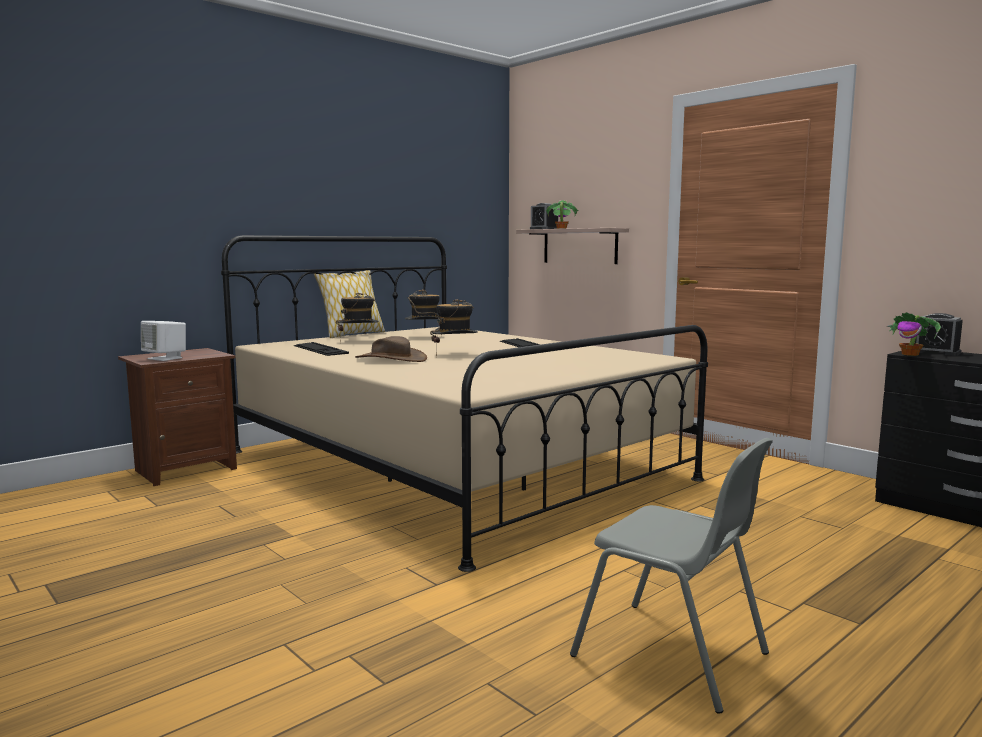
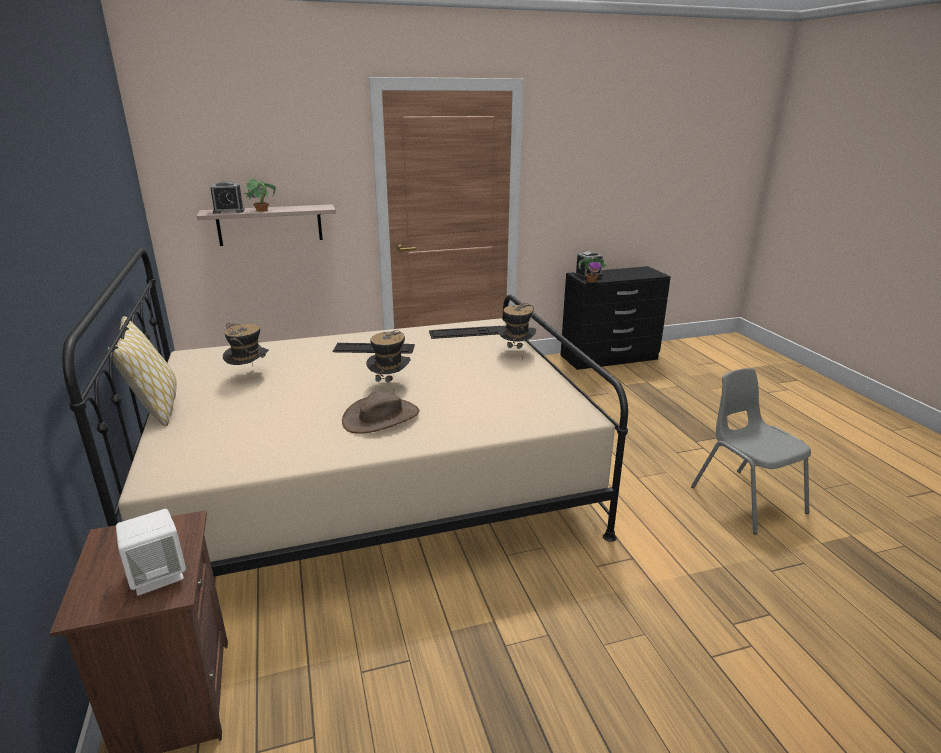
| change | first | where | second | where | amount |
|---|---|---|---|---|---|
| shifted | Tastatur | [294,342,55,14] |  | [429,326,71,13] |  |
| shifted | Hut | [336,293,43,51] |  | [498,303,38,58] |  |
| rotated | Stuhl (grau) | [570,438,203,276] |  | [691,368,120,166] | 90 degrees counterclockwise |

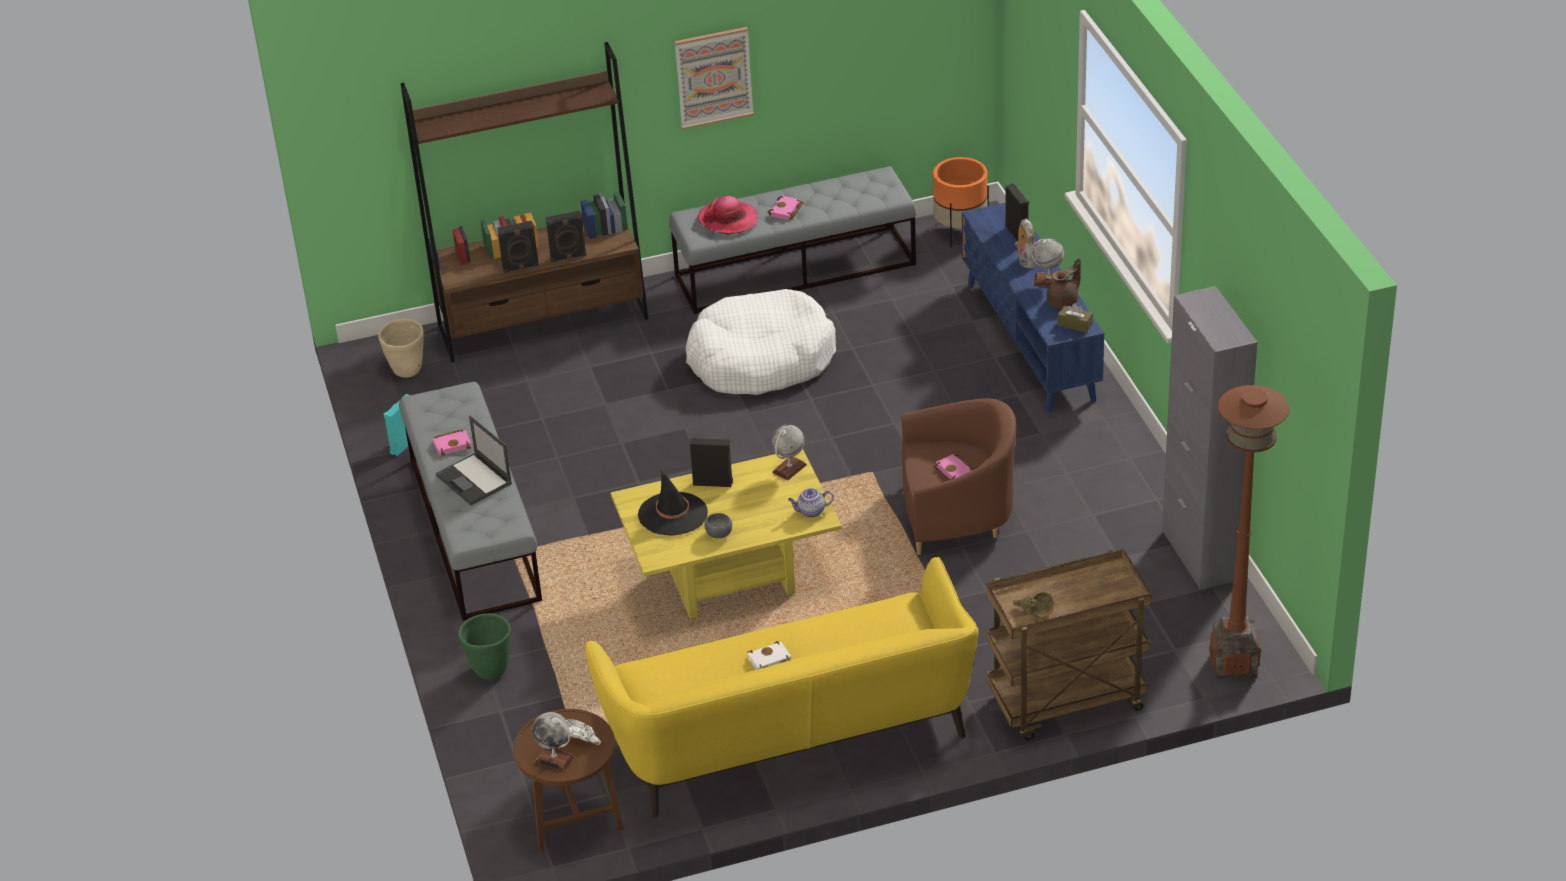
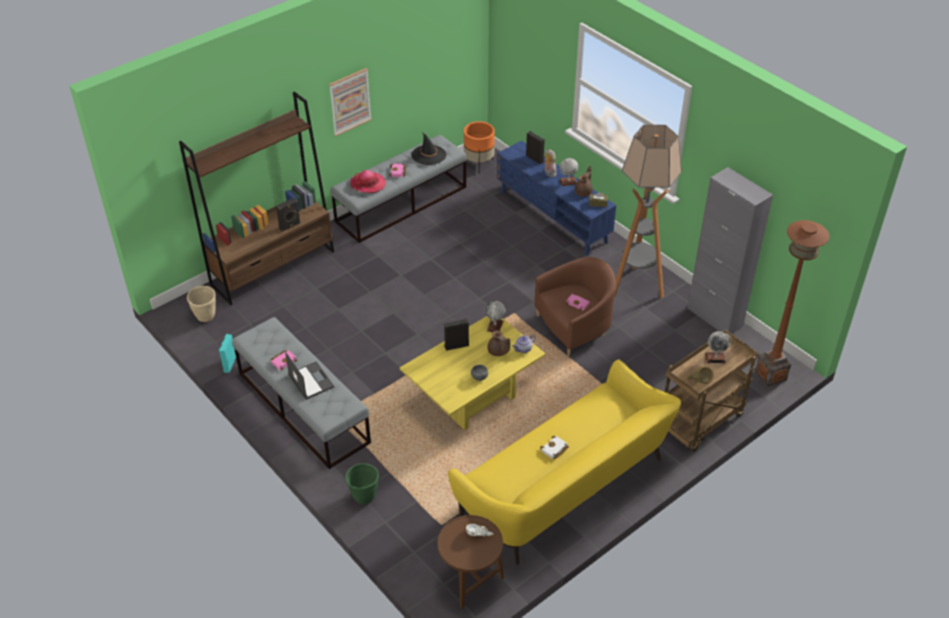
| change | first | where | second | where | amount |
|---|---|---|---|---|---|
| gone | Lautsprecher (schwarz) | [497,221,42,52] |  |  |  |
| gone | Hundebett (weiß) | [686,289,150,106] |  |  |  |
| new |  |  | Teekanne (braun) | [487,331,23,25] |  |
| new |  |  | Stehlampe | [614,125,68,174] |  |
| shifted | Globus | [532,712,43,60] |  | [705,331,27,32] |  |
| shifted | Hut (schwarz) | [638,469,70,67] |  | [411,132,35,33] |  |
| rotated | Laptop | [435,416,77,90] |  | [285,352,49,48] | 150 degrees counterclockwise |

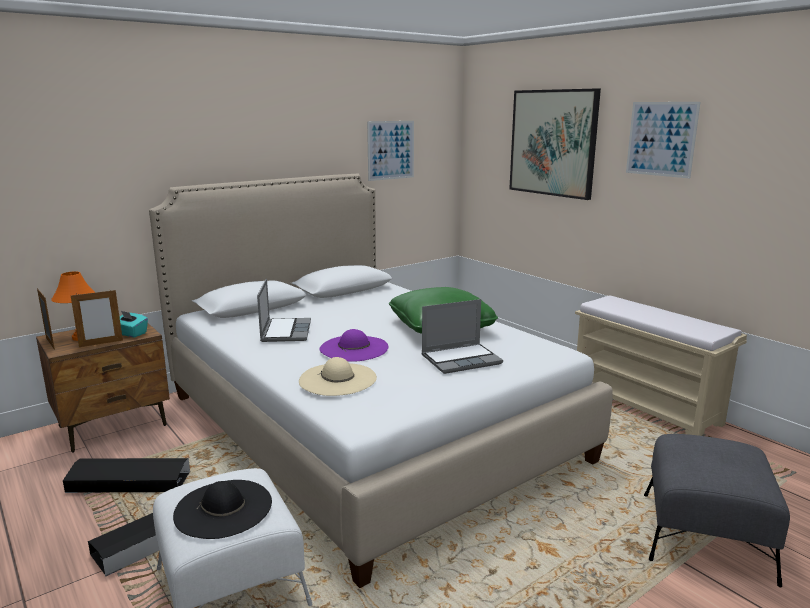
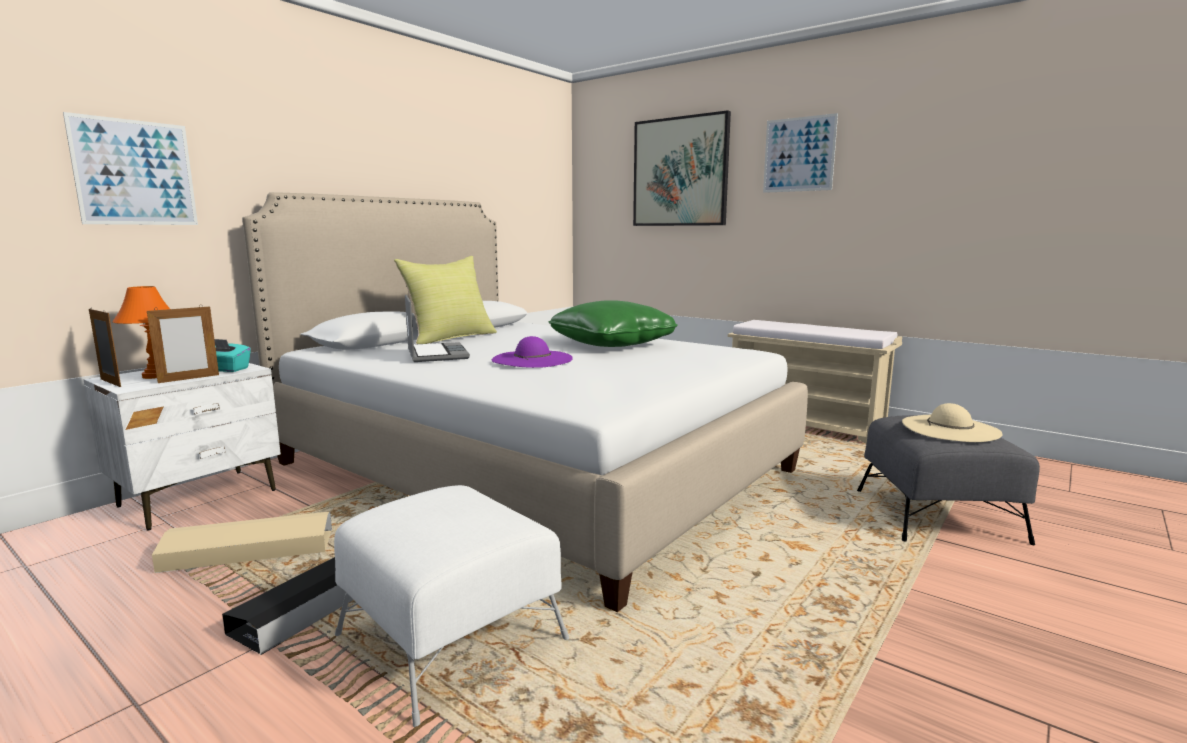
| change | first | where | second | where | amount |
|---|---|---|---|---|---|
| gone | Hut (schwarz) | [173,480,99,59] |  |  |  |
| gone | Laptop | [421,299,82,75] |  |  |  |
| new |  |  | Kissen (gelb) | [394,256,103,88] |  |
| shifted | Hut (beige) | [299,357,78,39] |  | [902,403,101,39] |  |
| shifted | Bild | [367,121,47,60] |  | [63,112,135,113] |  |
| repainted | Nachttisch (braun) | [36,323,134,130] | Nachttisch (weiß) | [83,363,198,168] |  |
| repainted | Aufbewahrungsbox (schwarz) | [63,458,127,35] | Aufbewahrungsbox (beige) | [152,512,180,61] |  |

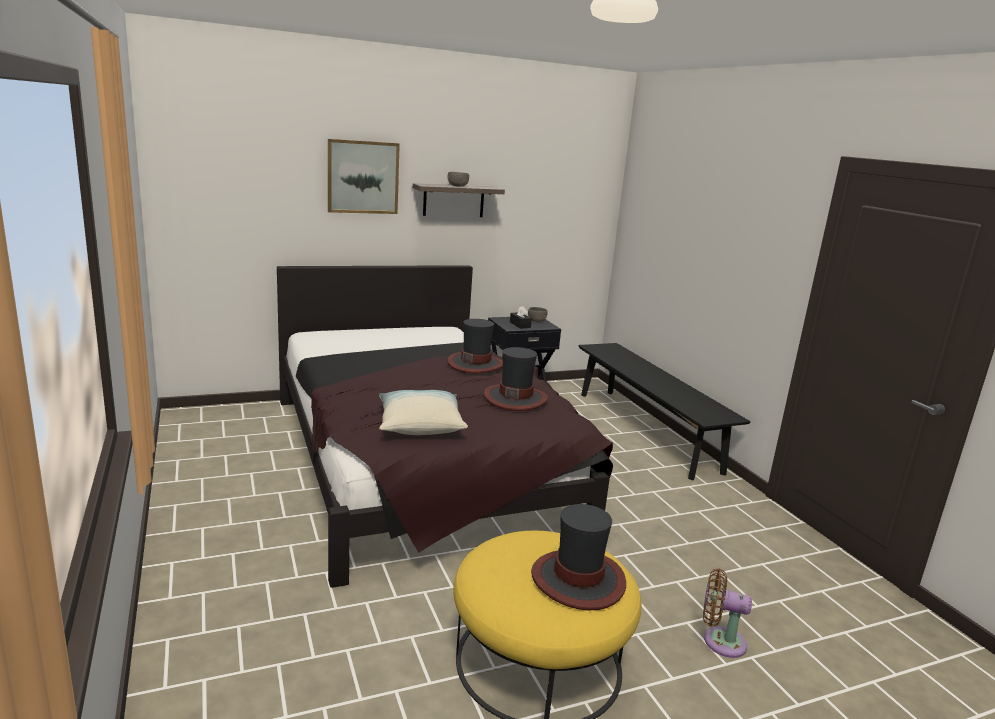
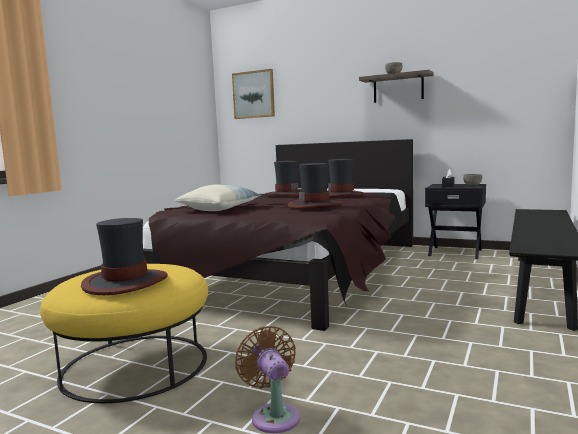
| change | first | where | second | where | amount |
|---|---|---|---|---|---|
| new |  |  | Hut | [265,161,37,35] |  |
| shifted | Bild | [328,139,72,75] |  | [232,69,43,50] |  |

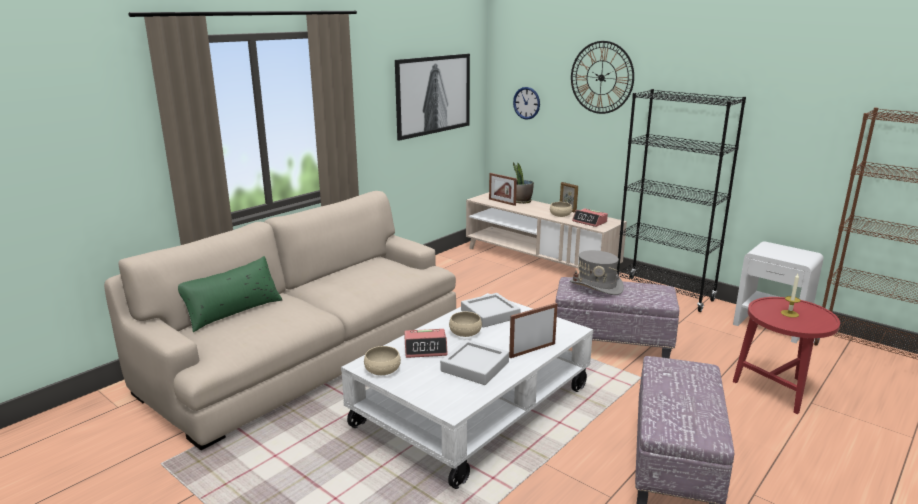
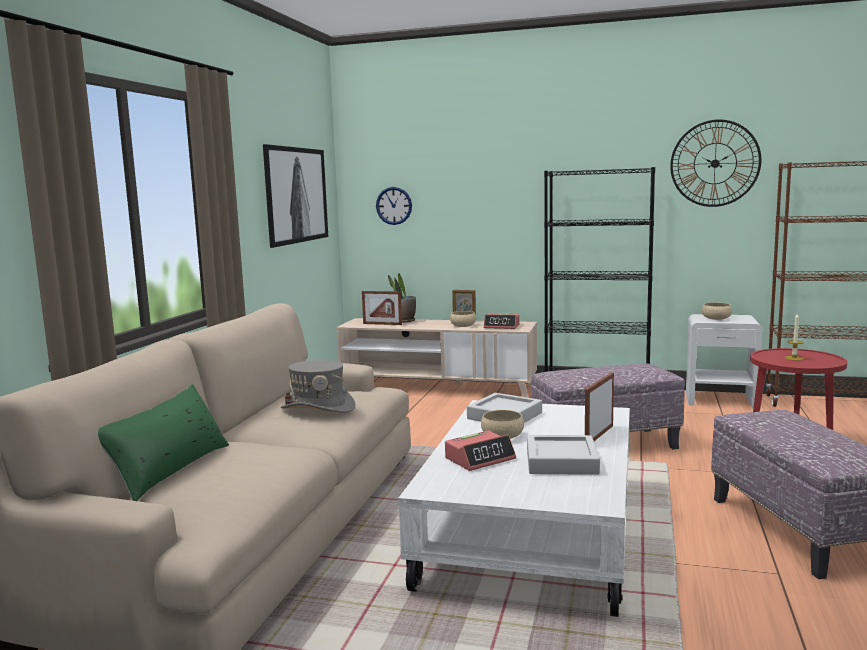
| change | first | where | second | where | amount |
|---|---|---|---|---|---|
| shifted | Schüssel (beige) | [364,346,37,29] |  | [702,302,30,18] |  |
| shifted | Hut (grau) | [570,250,54,45] |  | [281,360,74,53] |  |
| shifted | Wanduhr | [571,41,63,73] |  | [670,120,91,87] |  |

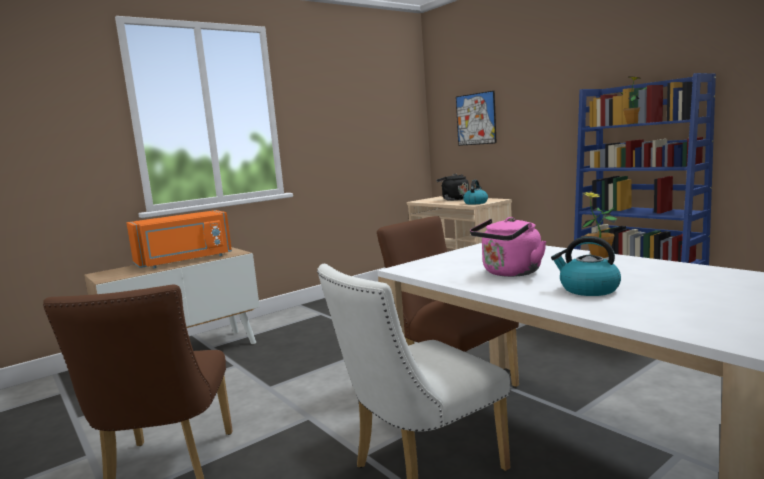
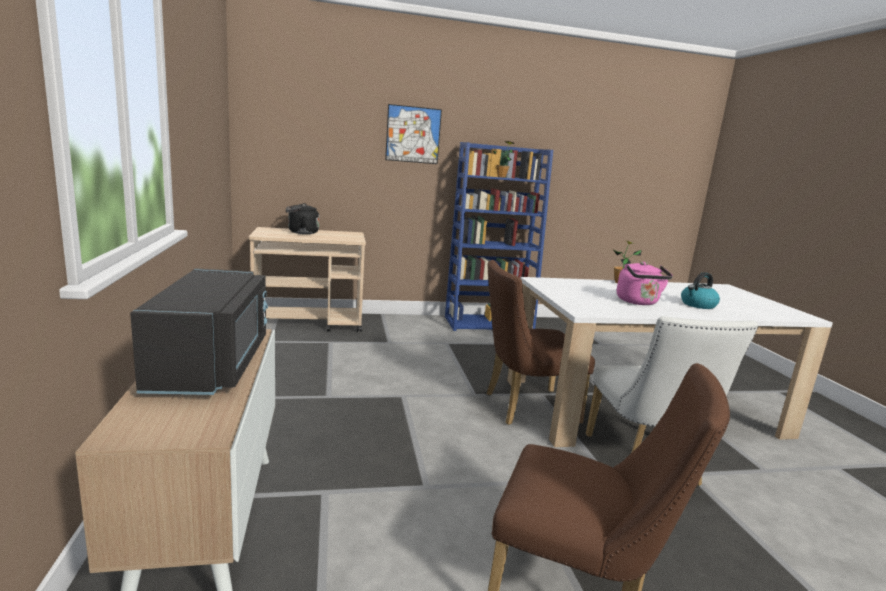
| change | first | where | second | where | amount |
|---|---|---|---|---|---|
| gone | Wasserkessel | [463,180,25,25] |  |  |  |
| shifted | Bild | [456,91,41,55] |  | [385,104,57,60] |  |
| repainted | Mikrowelle (orange) | [127,210,105,58] | Mikrowelle (schwarz) | [130,268,138,127] |  |

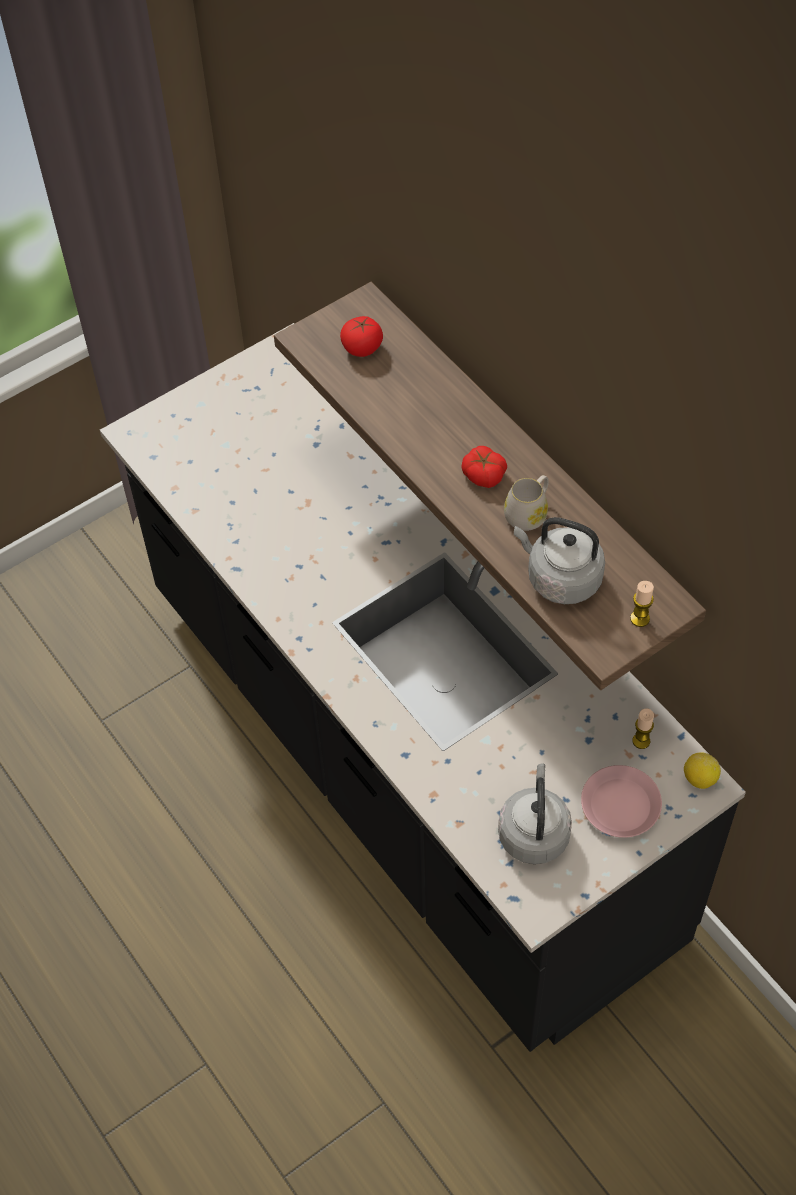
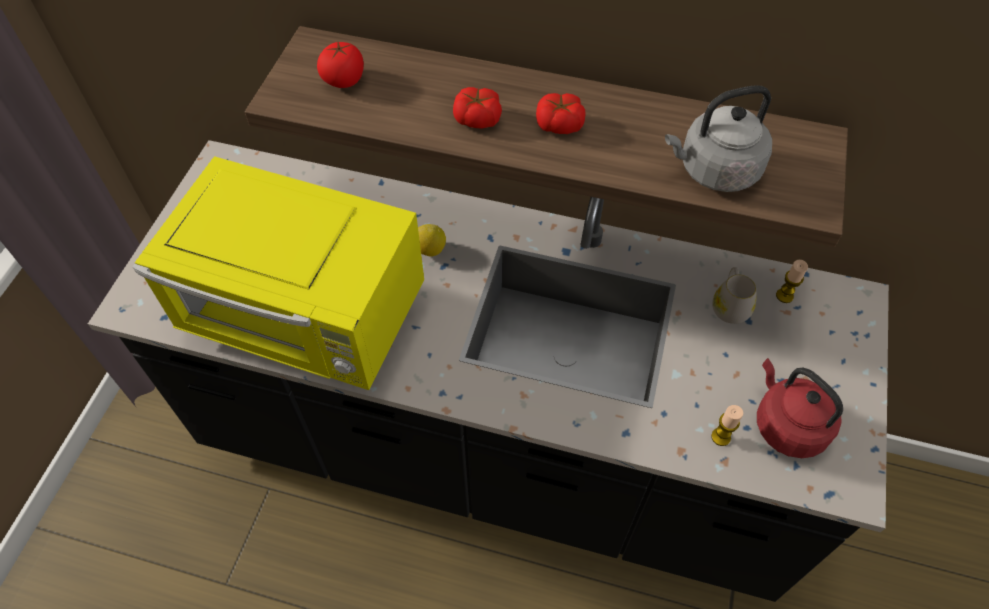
| change | first | where | second | where | amount |
|---|---|---|---|---|---|
| gone | Teller (rosa) | [581,765,81,73] |  |  |  |
| new |  |  | Mikrowelle (gelb) | [133,156,291,234] |  |
| new |  |  | Tomate | [453,87,49,42] |  |
| shifted | Henkelbecher (weiß) | [504,475,45,56] |  | [712,267,45,57] |  |
| shifted | Kerze | [630,581,24,46] |  | [711,405,33,41] |  |
| shifted | Zitrone | [684,752,37,37] |  | [418,224,28,33] |  |
| repainted | Wasserkessel (grau) | [498,763,74,101] | Wasserkessel (rot) | [757,358,86,100] |  |

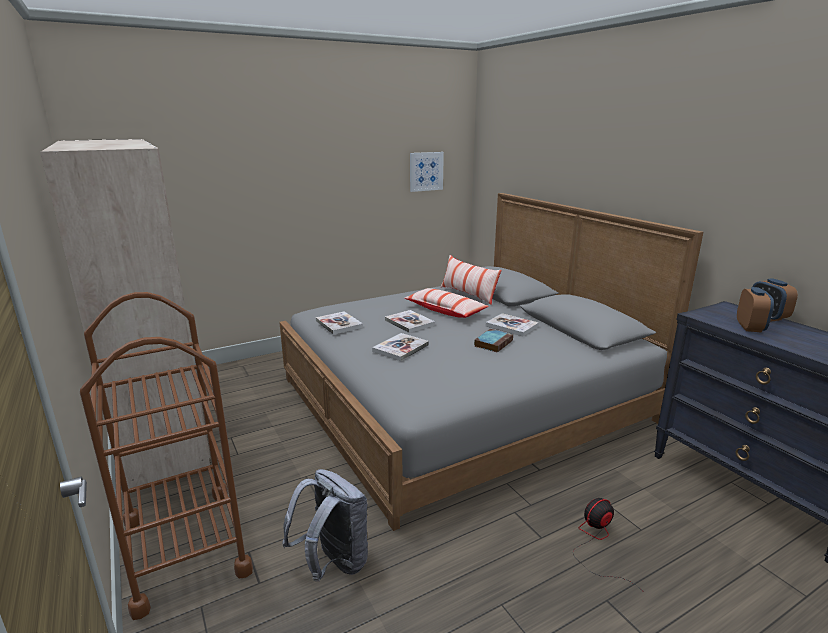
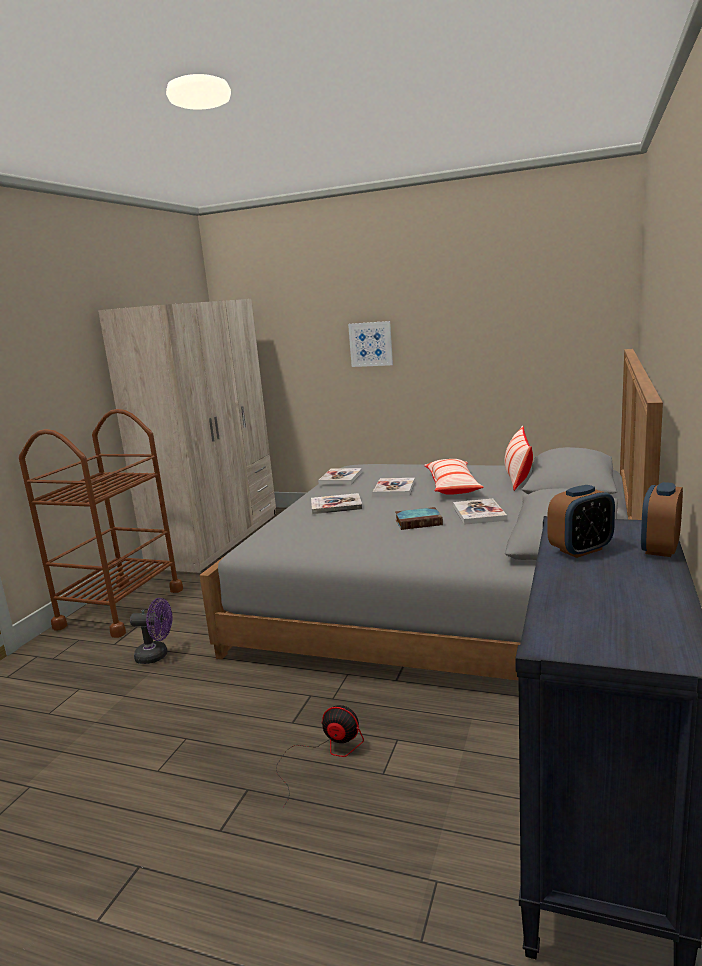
| change | first | where | second | where | amount |
|---|---|---|---|---|---|
| shifted | Bild | [410,152,34,40] |  | [348,321,45,46] |  |
| swapped | Rucksack (grau) | [282,469,86,113] | Ventilator (lila) | [130,598,42,66] |  |

